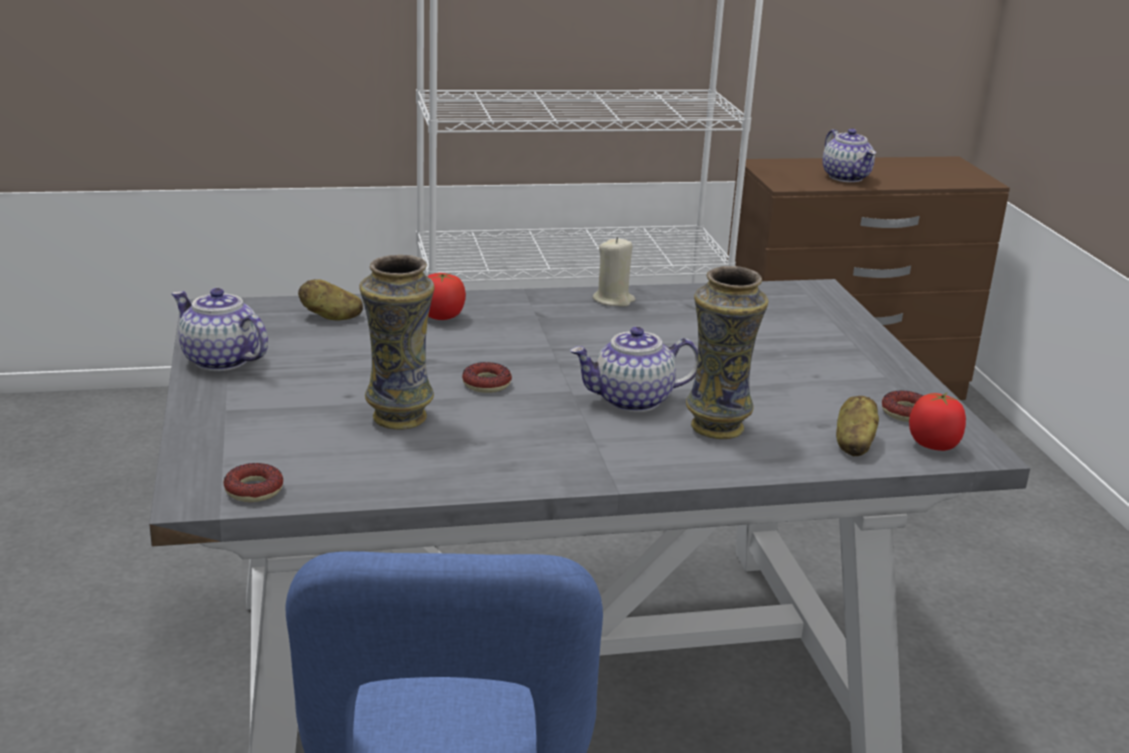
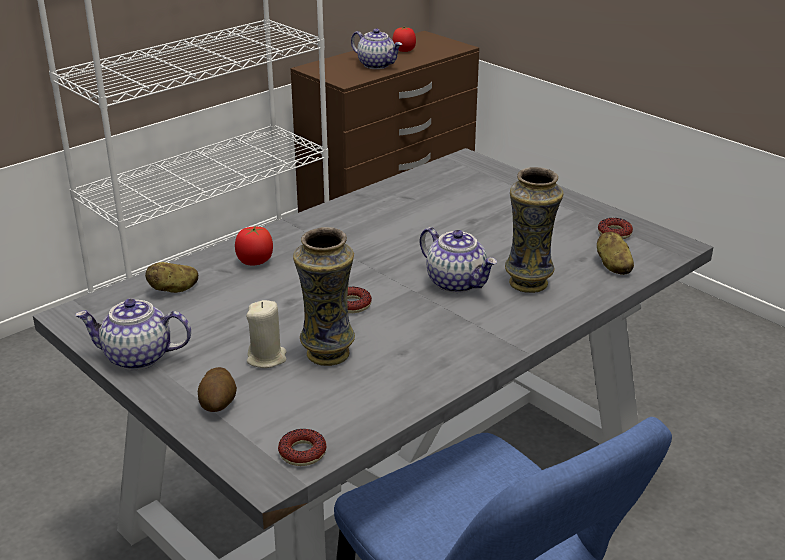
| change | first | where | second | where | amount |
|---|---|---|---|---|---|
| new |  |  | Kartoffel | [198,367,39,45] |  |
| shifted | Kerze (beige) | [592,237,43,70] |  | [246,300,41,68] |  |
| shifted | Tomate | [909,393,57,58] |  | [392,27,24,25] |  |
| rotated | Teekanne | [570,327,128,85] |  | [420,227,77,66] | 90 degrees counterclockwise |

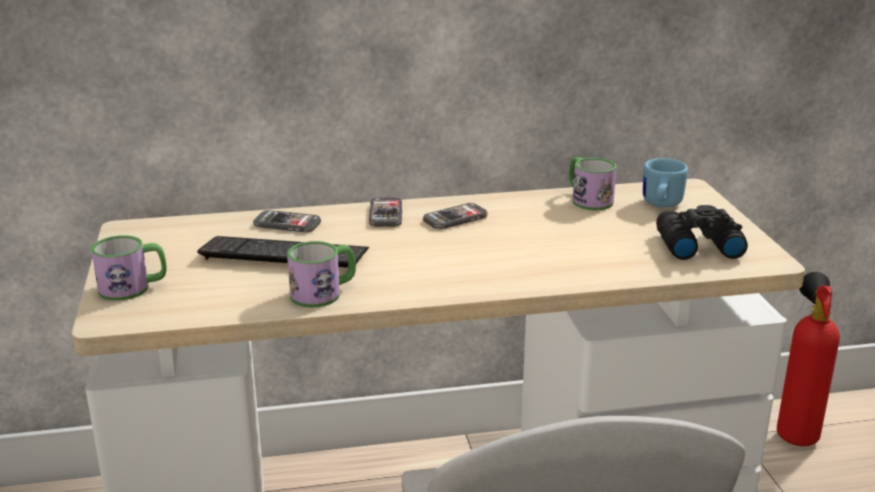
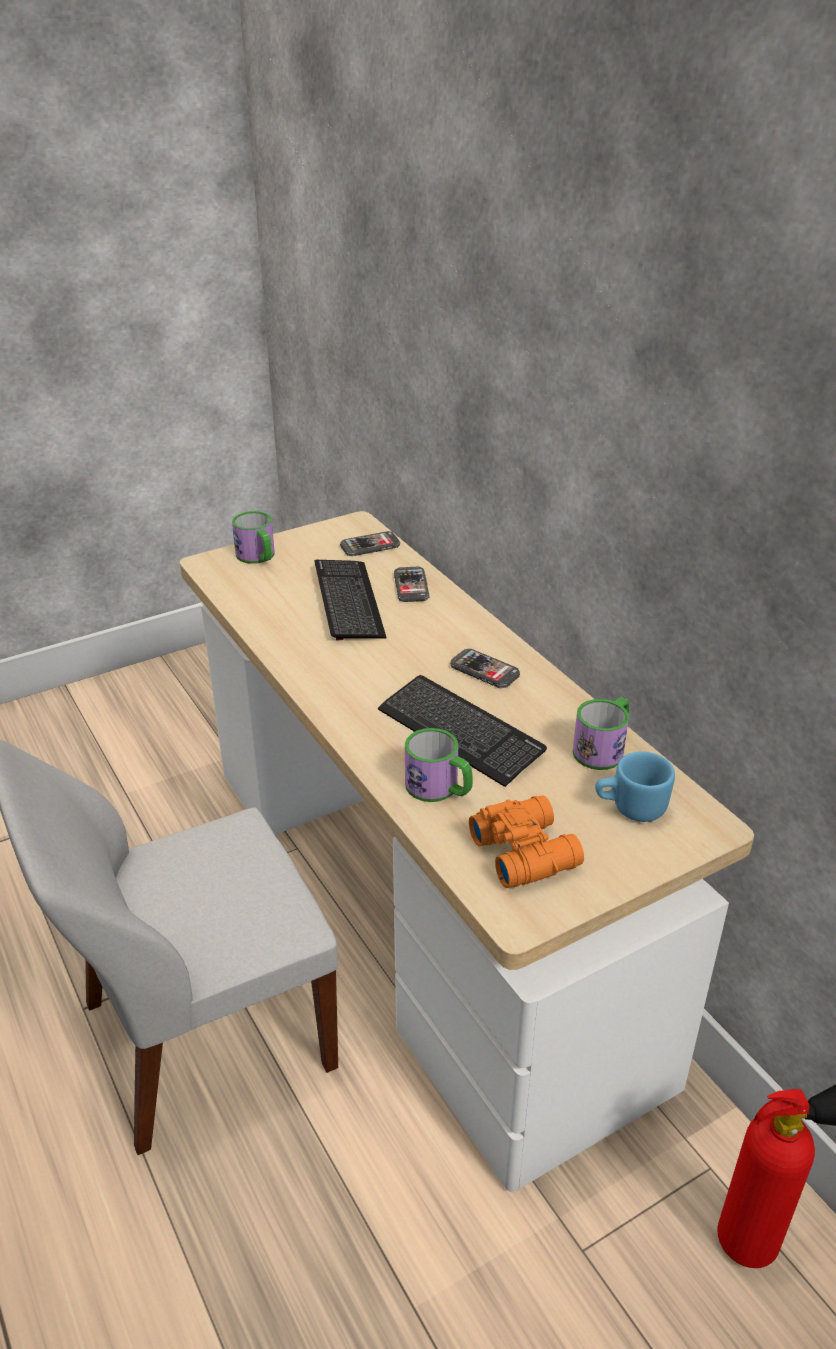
| change | first | where | second | where | amount |
|---|---|---|---|---|---|
| new |  |  | Tastatur | [378,675,169,112] |  |
| shifted | Henkelbecher | [287,241,69,67] |  | [405,728,68,74] |  |
| shifted | Handy | [369,197,33,30] |  | [340,531,60,25] |  |
| repainted | Fernglas (schwarz) | [656,205,92,55] | Fernglas (orange) | [469,795,115,93] |  |

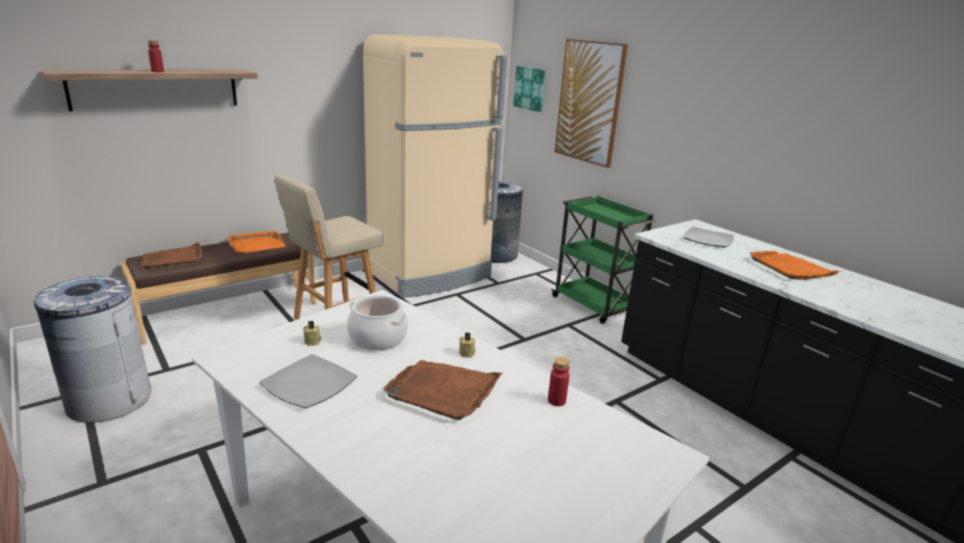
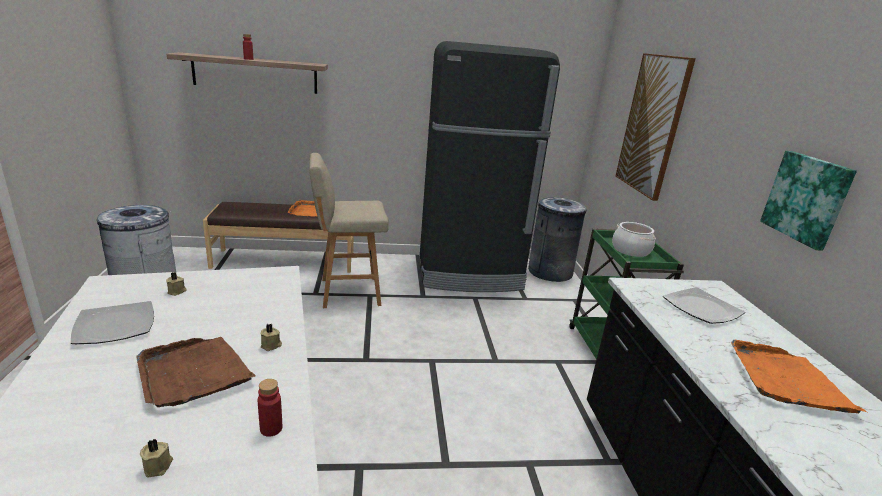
| change | first | where | second | where | amount |
|---|---|---|---|---|---|
| gone | Tablett (braun) | [141,243,61,26] |  |  |  |
| new |  |  | Kerze (beige) | [140,439,33,39] |  |
| shifted | Kochtopf | [347,295,61,56] |  | [612,222,44,35] |  |
| shifted | Bild | [513,66,32,46] |  | [760,151,97,100] |  |
| repainted | Kühlschrank (beige) | [363,34,144,264] | Kühlschrank (schwarz) | [420,41,140,251] |  |

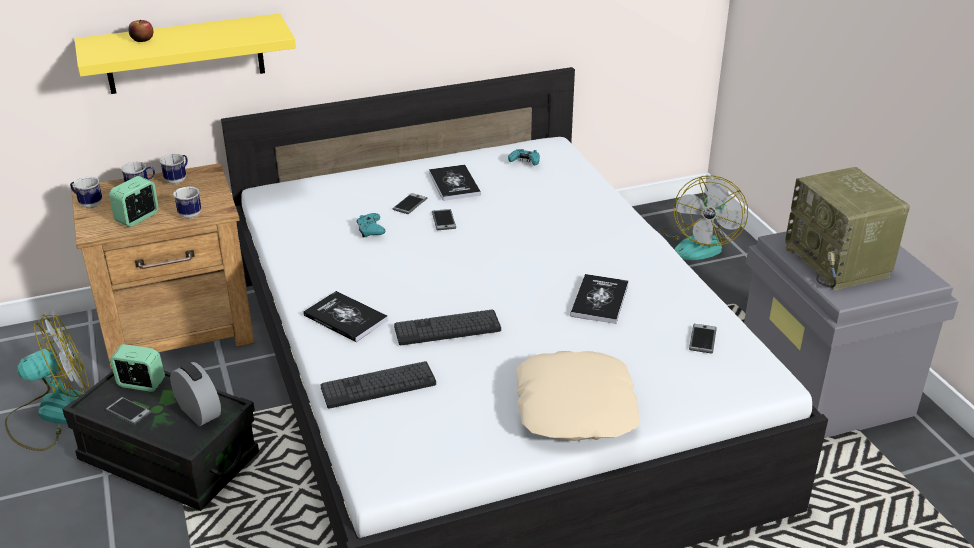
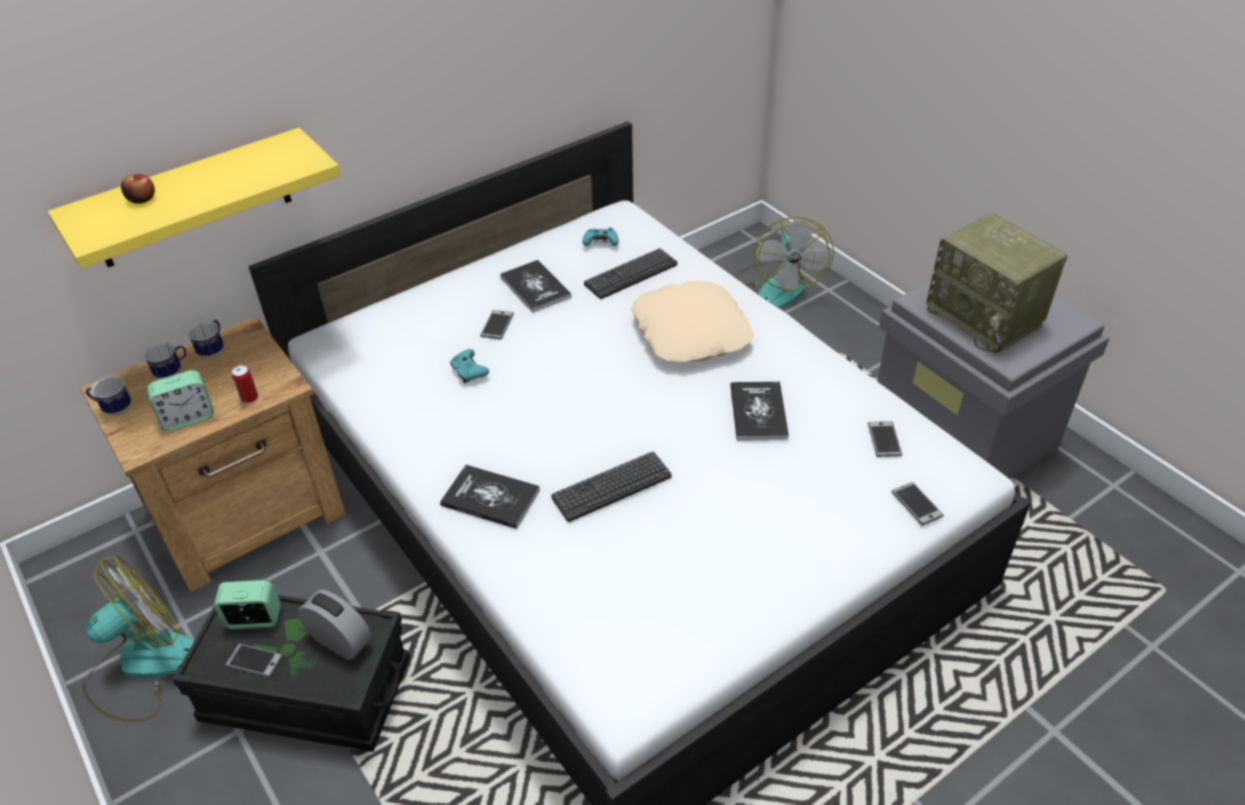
| change | first | where | second | where | amount |
|---|---|---|---|---|---|
| shifted | Tastatur | [320,361,116,48] |  | [584,248,93,51] |  |
| shifted | Handy | [432,209,24,21] |  | [891,482,53,44] |  |
| shifted | Kissen (beige) | [516,351,124,90] |  | [631,281,123,81] |  |
| swapped | Henkelbecher | [173,187,28,32] | Dose | [232,365,26,38] |  |
| rotated | Wecker | [109,176,50,51] |  | [147,370,67,61] | 135 degrees counterclockwise |

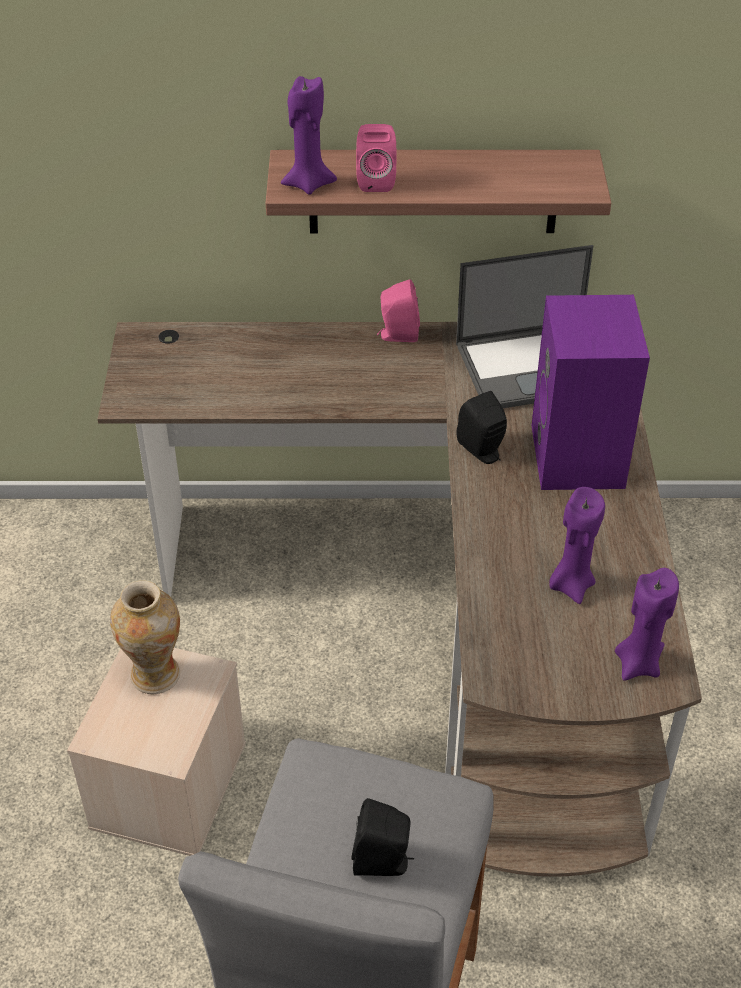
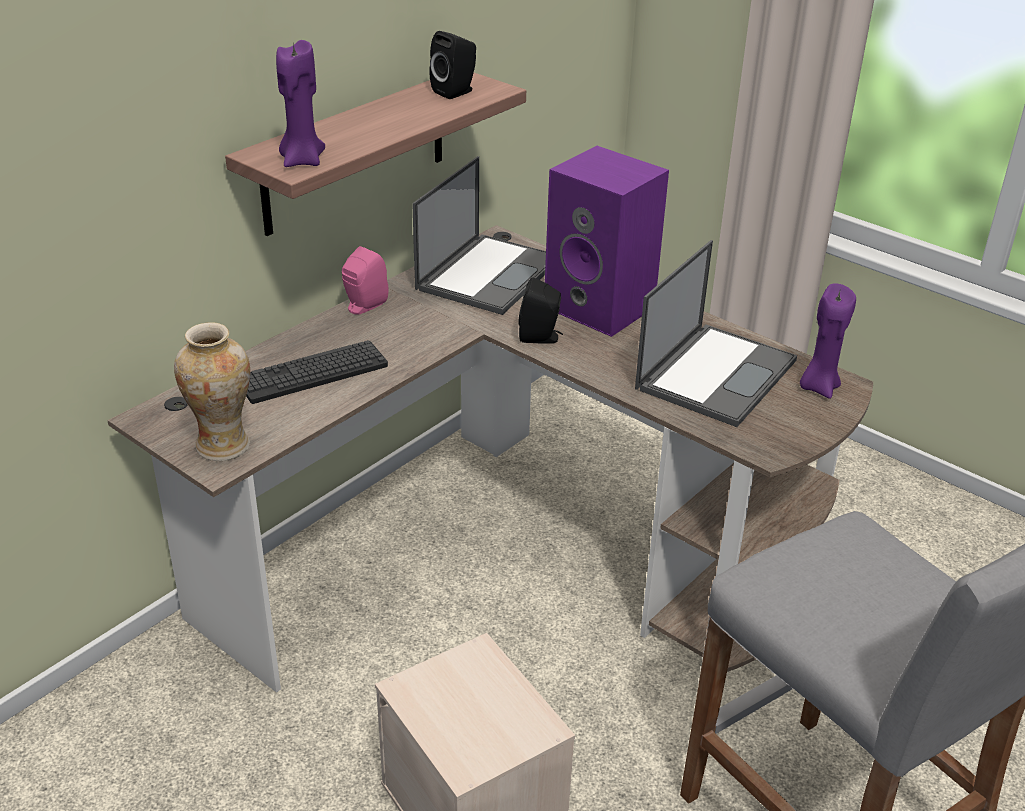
| change | first | where | second | where | amount |
|---|---|---|---|---|---|
| gone | Lautsprecher (rosa) | [356,124,40,68] |  |  |  |
| new |  |  | Tastatur | [246,340,142,64] |  |
| shifted | Vase | [110,580,70,115] |  | [174,322,76,139] |  |
| shifted | Lautsprecher (schwarz) | [351,798,63,78] |  | [429,31,47,68] |  |
| swapped | Kerze (lila) | [549,487,56,117] | Laptop | [635,240,162,187] |  |

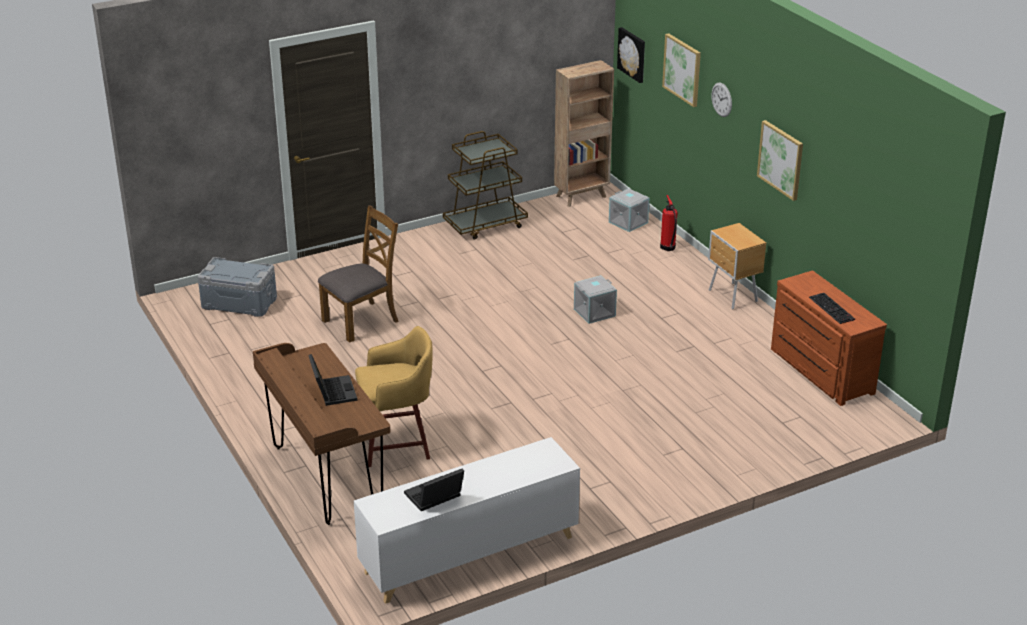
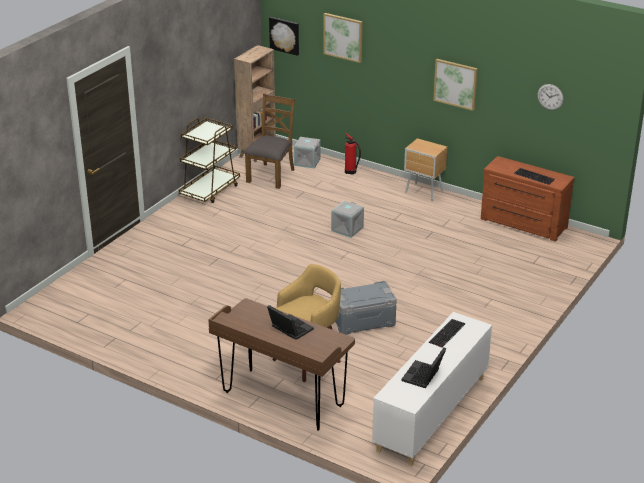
| change | first | where | second | where | amount |
|---|---|---|---|---|---|
| new |  |  | Tastatur | [429,319,36,29] |  |
| shifted | Aufbewahrungsbox (grau) | [198,257,79,60] |  | [335,281,62,54] |  |
| shifted | Stuhl (braun) | [318,206,81,137] |  | [244,94,51,95] |  |
| shifted | Wanduhr | [711,83,21,34] |  | [538,84,25,26] |  |

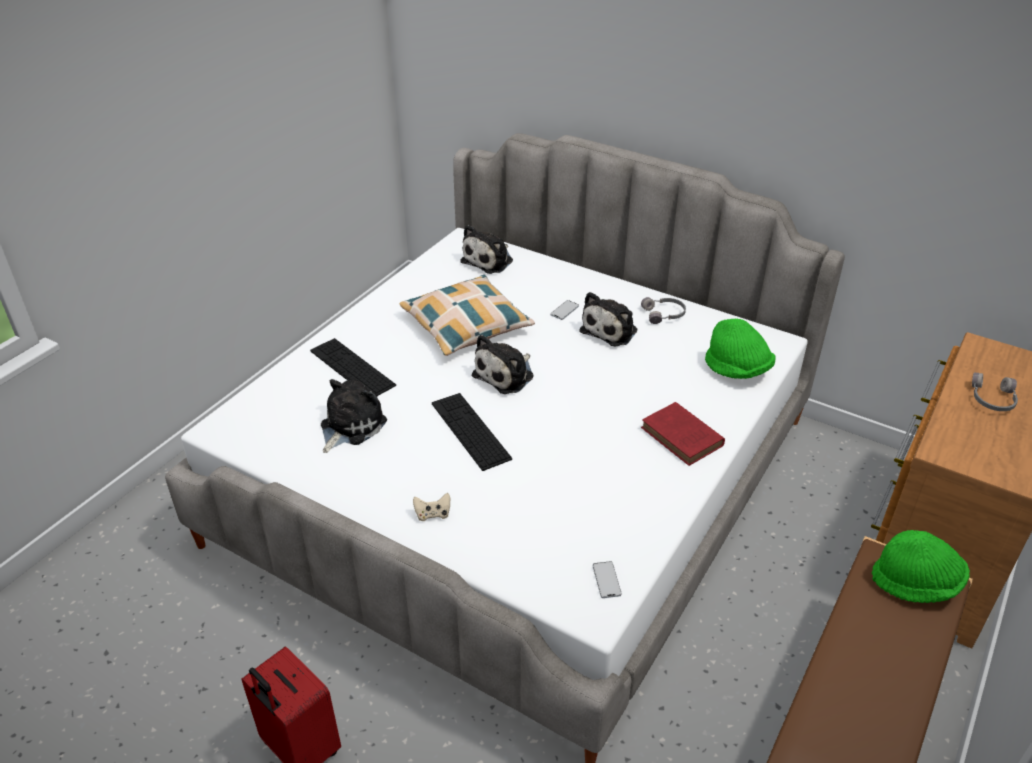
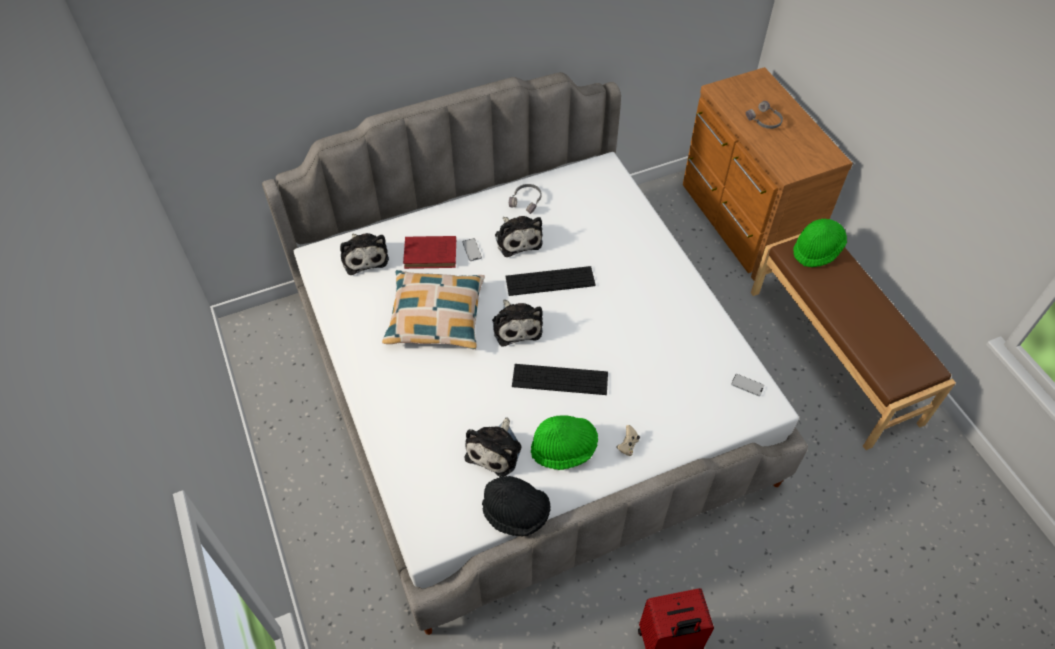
| change | first | where | second | where | amount |
|---|---|---|---|---|---|
| new |  |  | Hut (schwarz) | [482,476,69,60] |  |
| shifted | Tastatur | [310,338,86,58] |  | [506,266,90,30] |  |
| shifted | Buch (rot) | [641,402,84,64] |  | [403,236,53,33] |  |
| shifted | Hut (grün) | [705,319,71,60] |  | [531,415,67,55] |  |
| rotated | Plüschtier | [321,379,66,74] |  | [465,417,56,60] | 135 degrees counterclockwise |

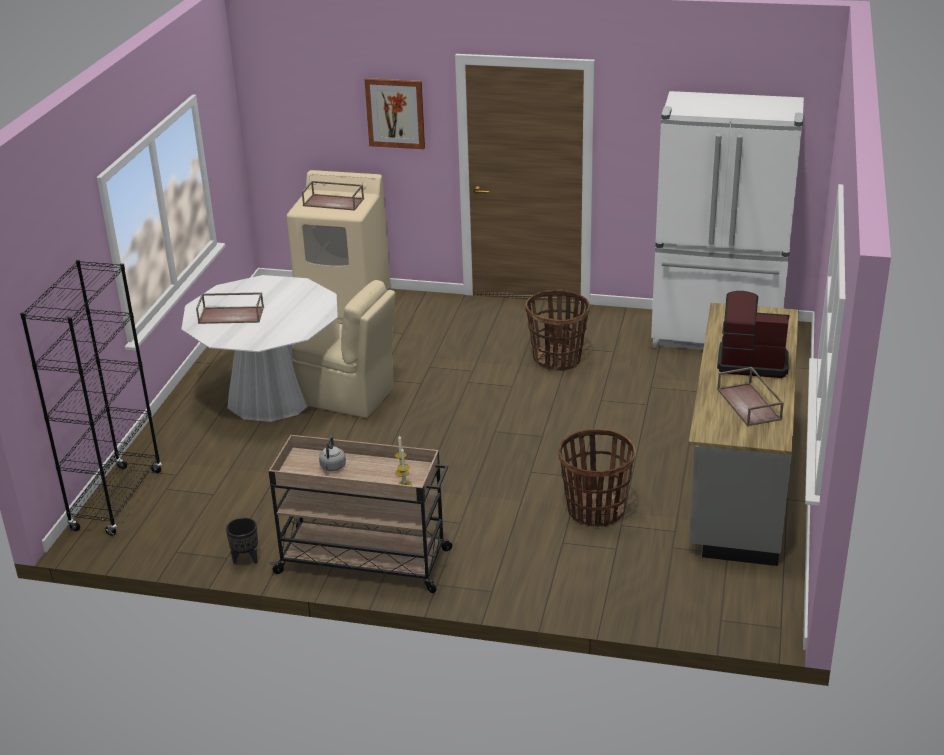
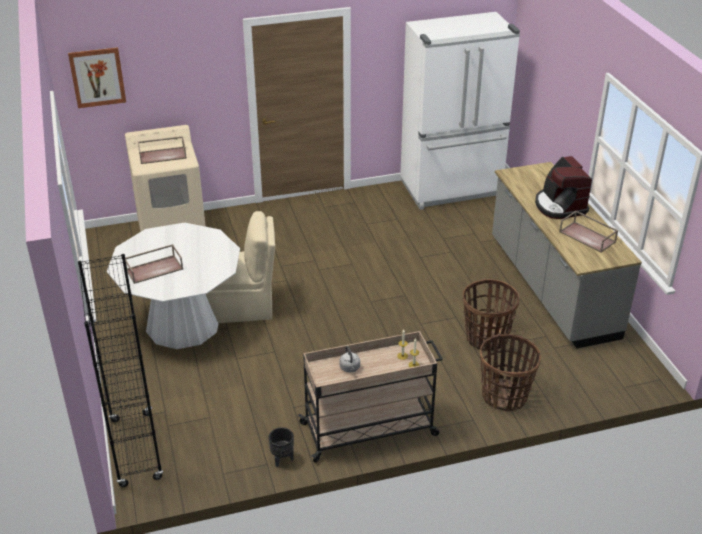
| change | first | where | second | where | amount |
|---|---|---|---|---|---|
| shifted | Bild | [365,78,60,71] |  | [68,47,58,61] |  |
| shifted | Korb | [525,289,65,82] |  | [480,334,61,78] |  |
| rotated | Kaffeemaschine | [717,291,73,87] |  | [535,156,57,63] | 90 degrees counterclockwise |

